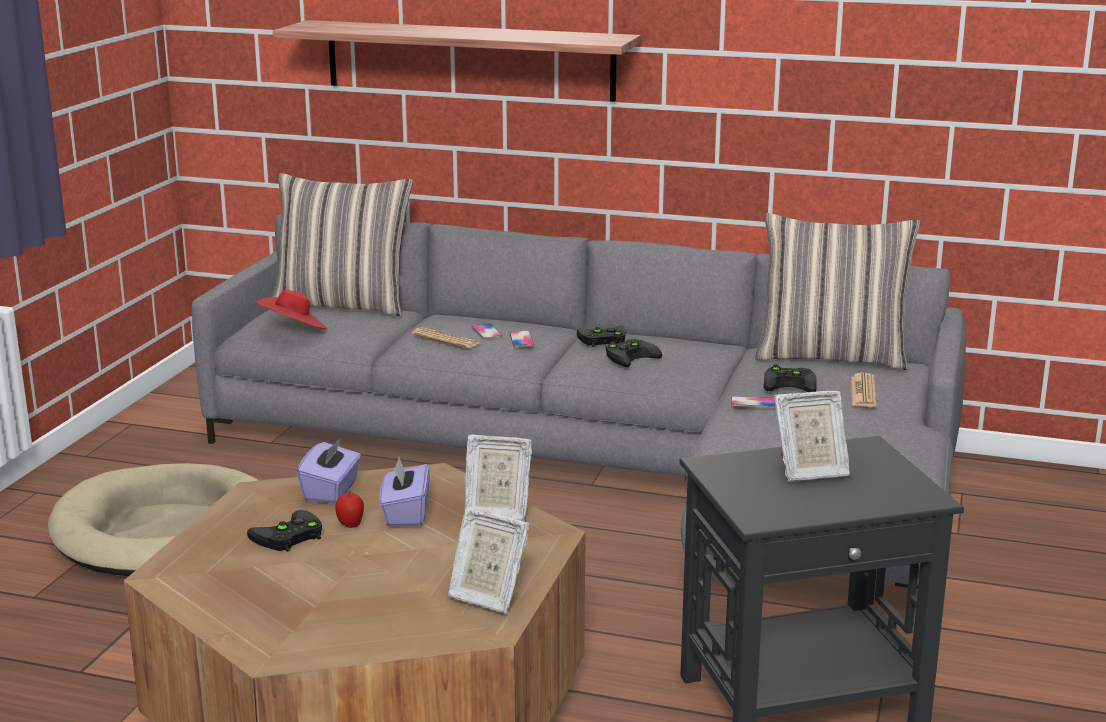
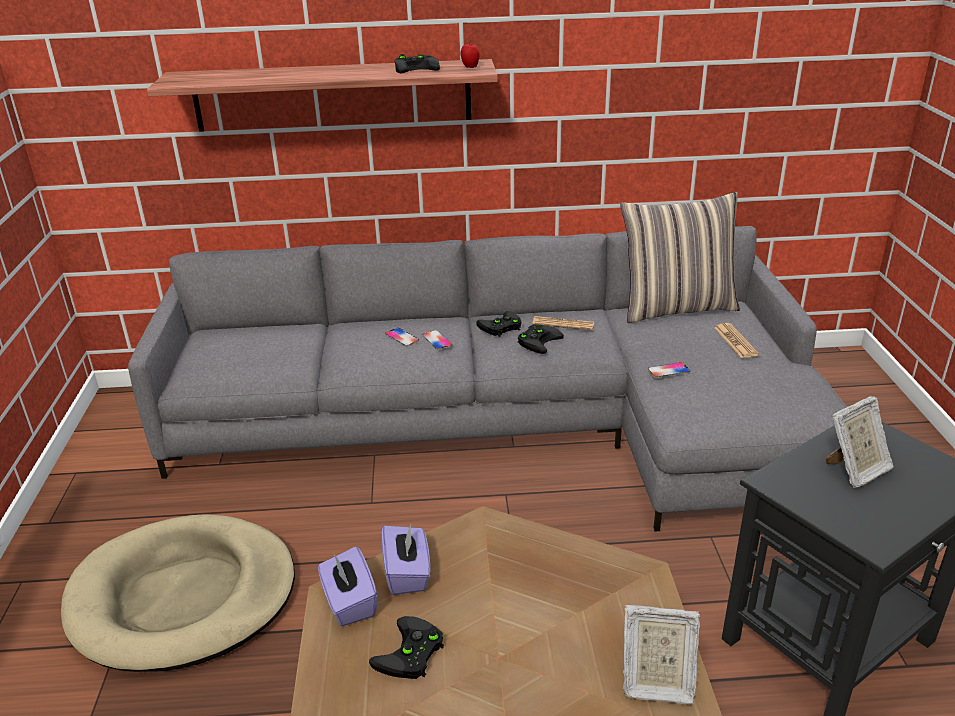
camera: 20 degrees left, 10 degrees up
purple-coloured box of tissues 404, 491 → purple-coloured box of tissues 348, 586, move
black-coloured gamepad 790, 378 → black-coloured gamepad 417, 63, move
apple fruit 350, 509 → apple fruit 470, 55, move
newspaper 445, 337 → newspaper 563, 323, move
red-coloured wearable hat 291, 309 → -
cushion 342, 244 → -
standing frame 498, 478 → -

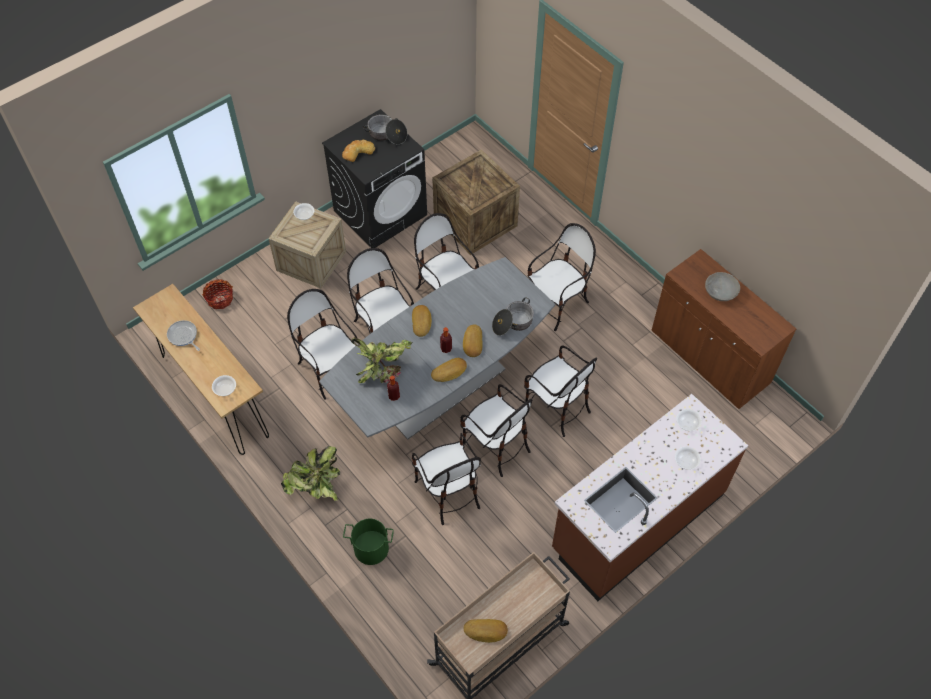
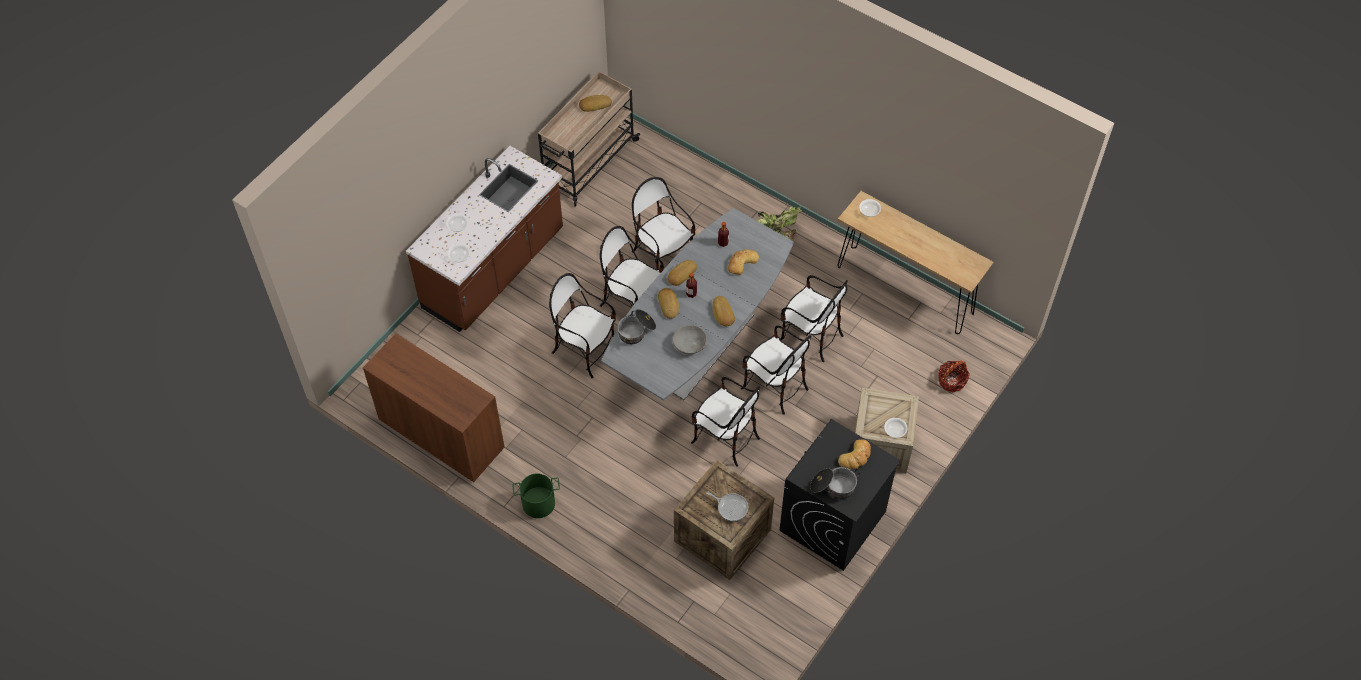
camera: 165 degrees right, 0 degrees up
green bucket 368, 542 → green bucket 536, 495, move
gray deep dish 722, 286 → gray deep dish 690, 340, move
frying pan 183, 335 → frying pan 727, 506, move
houseplant 382, 360 → baked bread 743, 262
upright chair 562, 277 → -

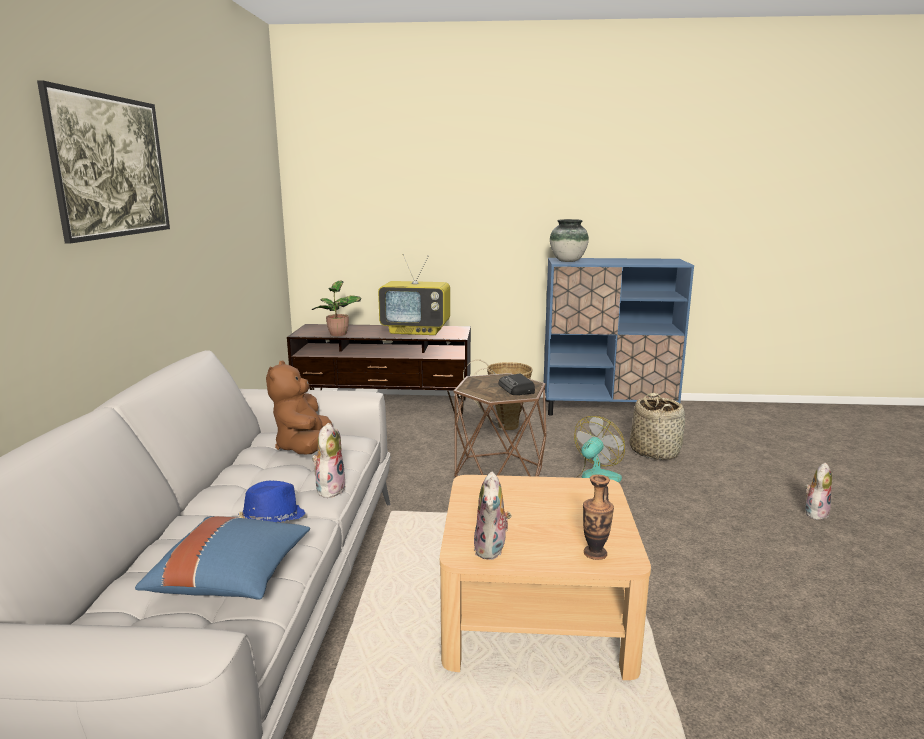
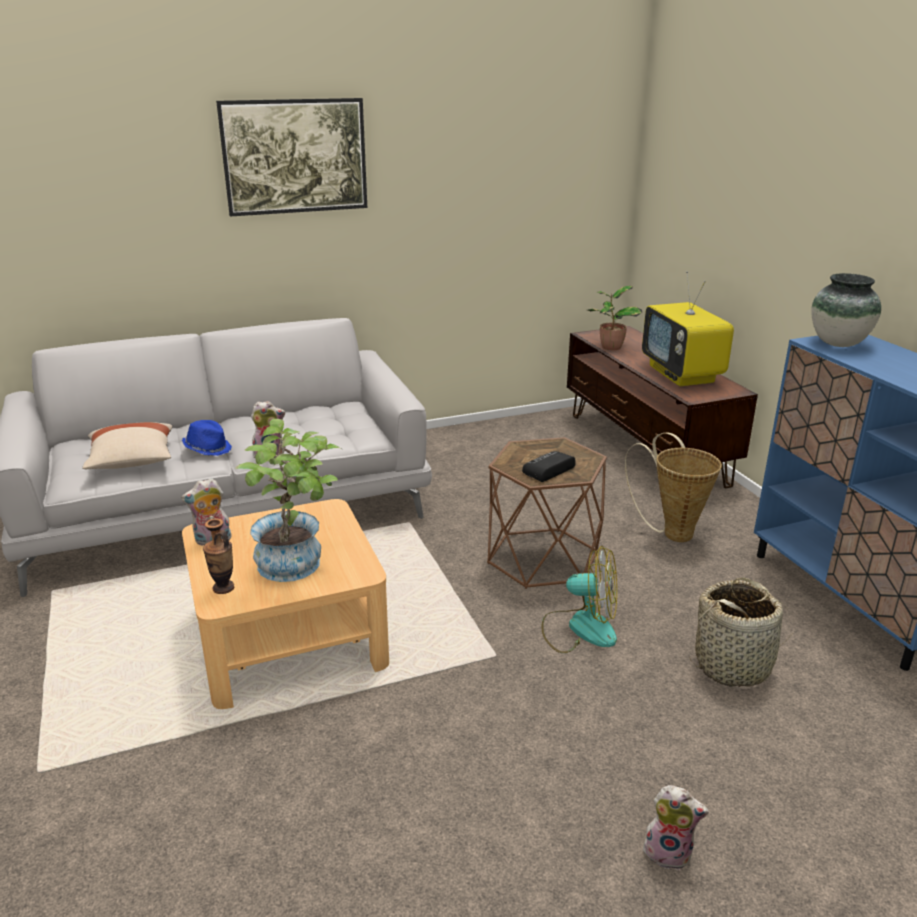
camera: 65 degrees right, 10 degrees up
blue-coloured cushion 222, 558 → beige-coloured cushion 127, 445
- → houseplant 288, 500
brown soft toy 299, 407 → -

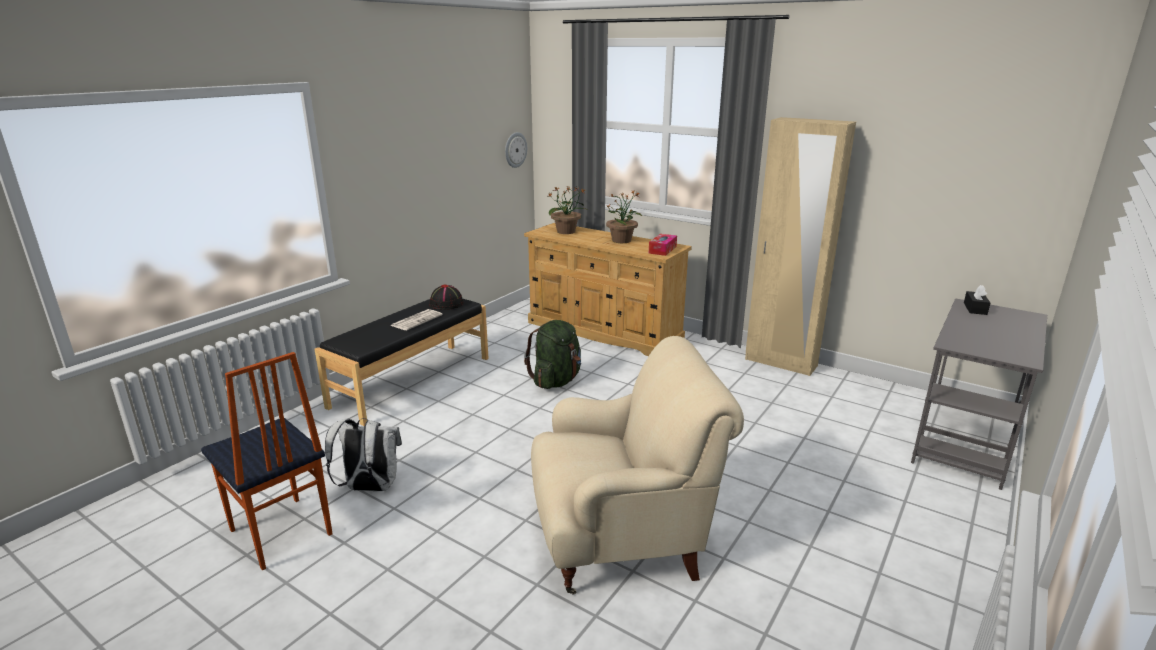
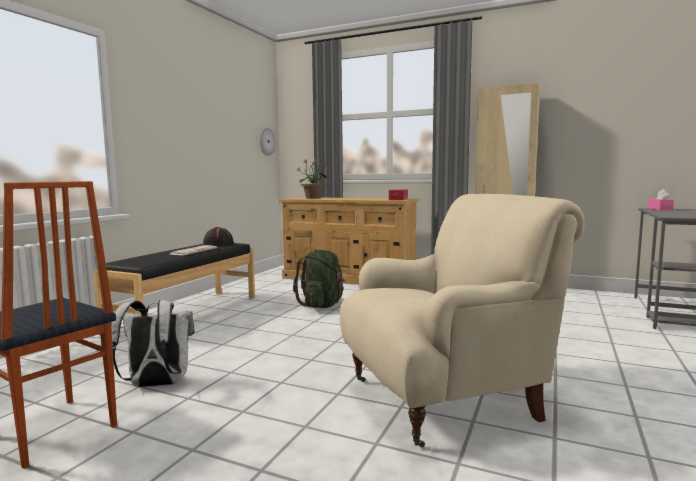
camera: 10 degrees left, 15 degrees down
black-coloured box of tissues 977, 300 → pink box of tissues 661, 199
houseplant 624, 216 → -

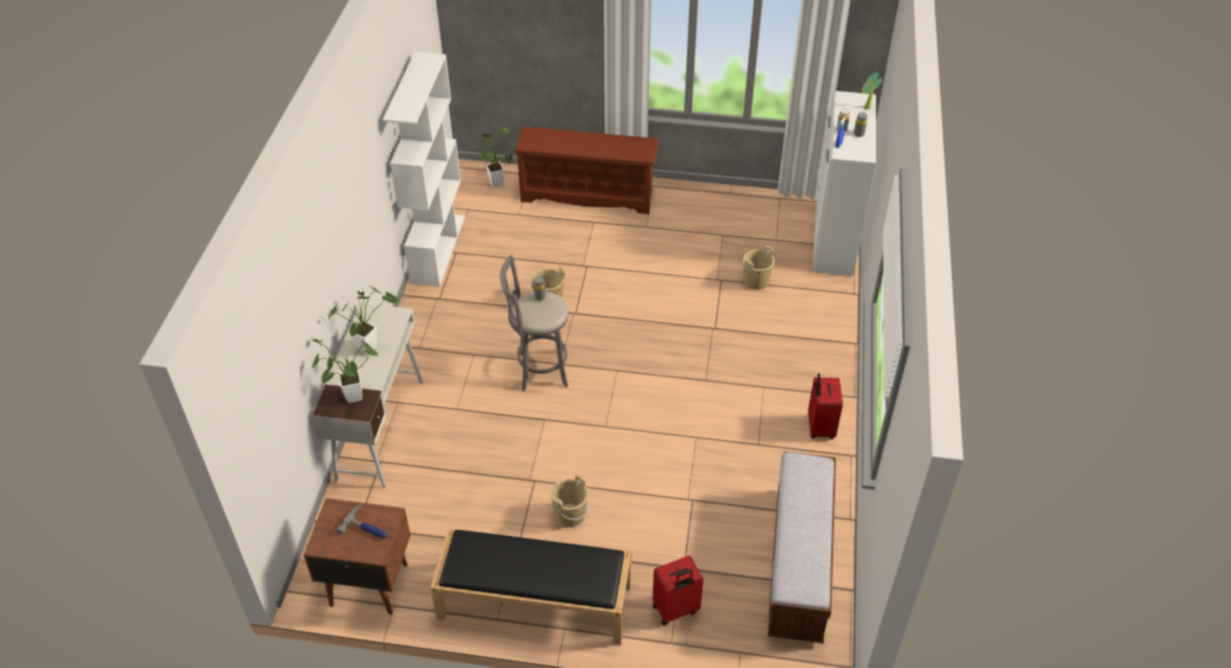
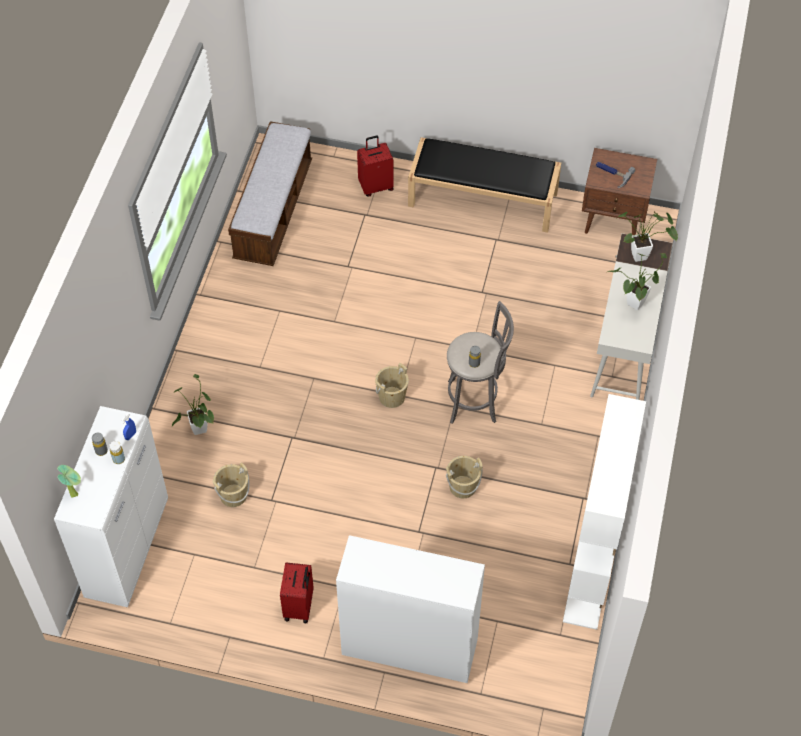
camera: 175 degrees left, 10 degrees up
houseplant 494, 157 → houseplant 193, 404, move
red-coloured suitcase 825, 406 → red-coloured suitcase 297, 592, move
brown shoe shelf 586, 170 → whitish cupboard 410, 609
beige-coloured bucket 569, 500 → beige-coloured bucket 392, 385, move

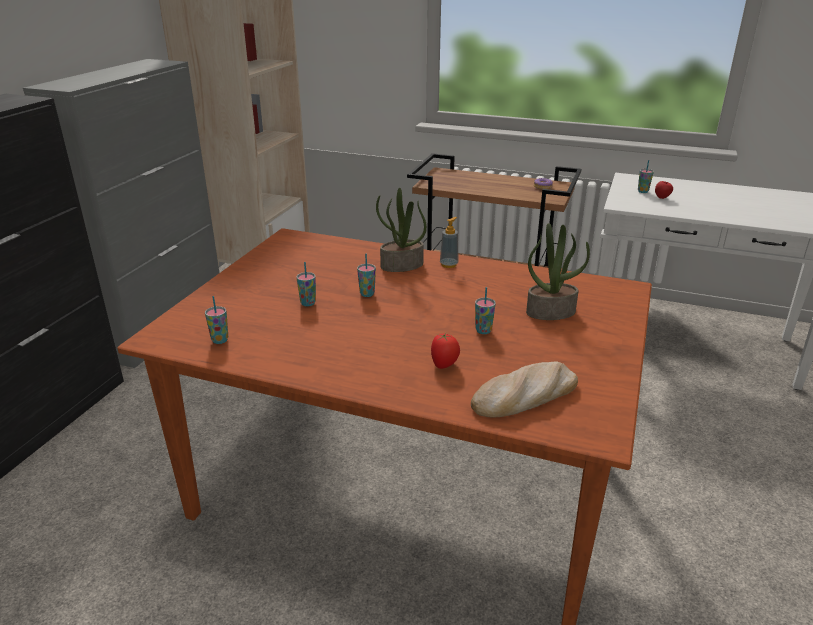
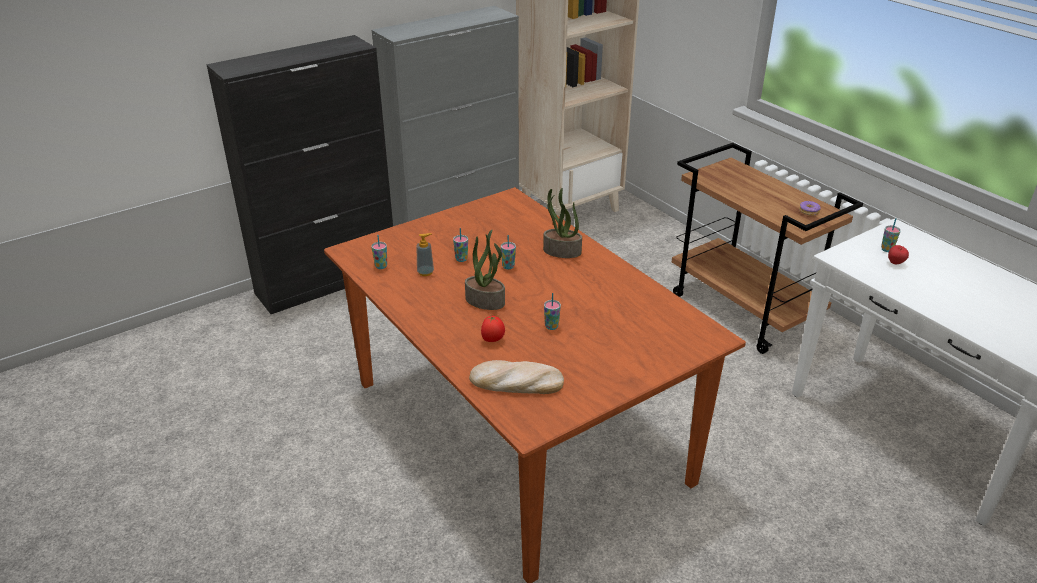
camera: 35 degrees right, 5 degrees up
soap dispenser 449, 242 → soap dispenser 425, 254, move
houseplant 558, 271 → houseplant 485, 270, move

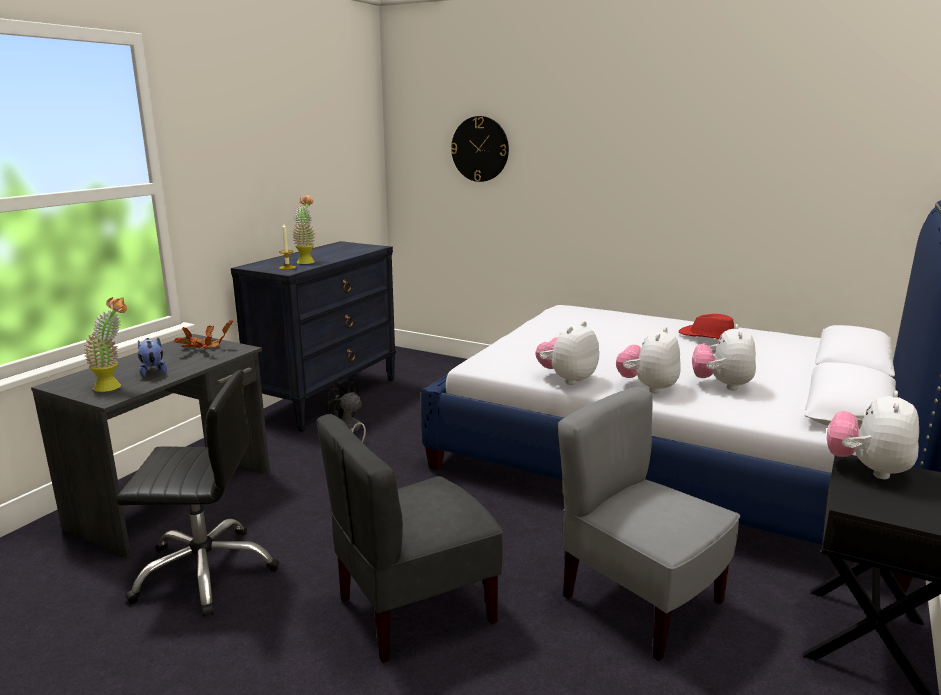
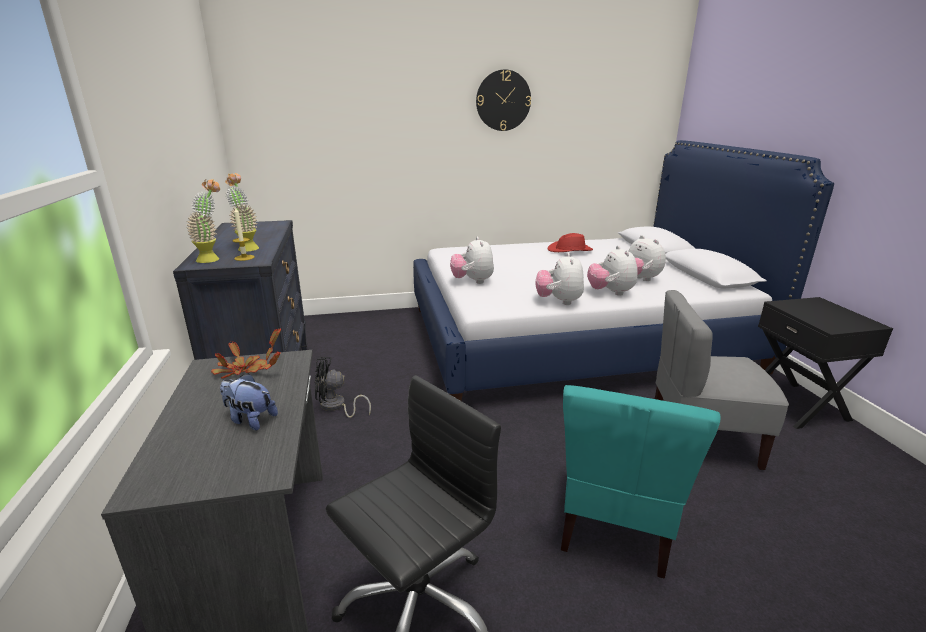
camera: 40 degrees left, 5 degrees up
houseplant 105, 344 → houseplant 203, 221, move
soft toy 873, 434 → soft toy 472, 260, move
hanging clock 480, 149 → hanging clock 503, 100, move
gray upright chair 409, 538 → blue-green upright chair 640, 482

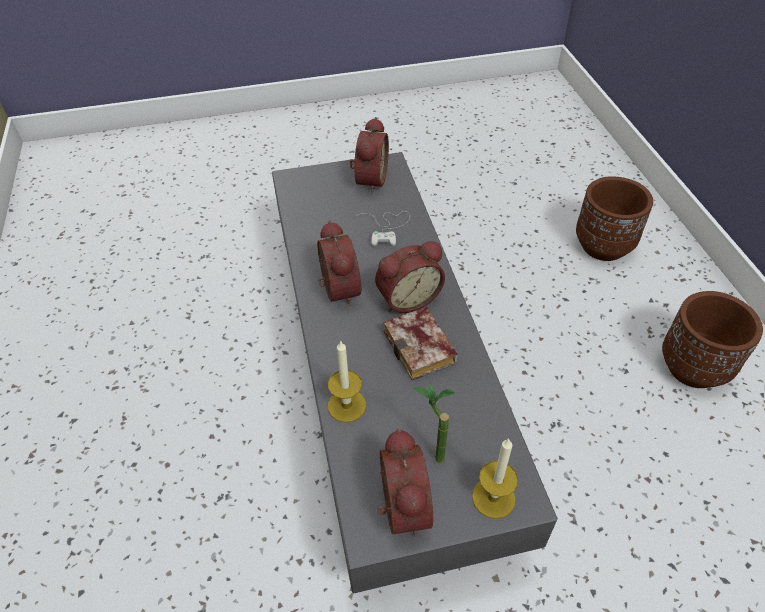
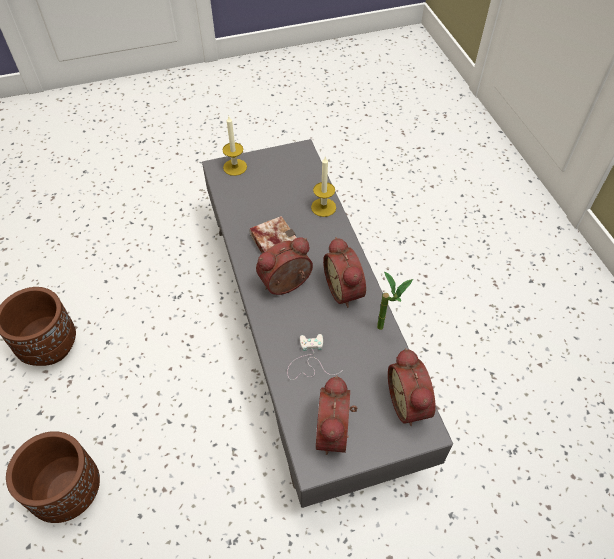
camera: 175 degrees right, 5 degrees up
houseplant 434, 423 → houseplant 395, 300, move
bedside clock 405, 482 → bedside clock 412, 387, move

